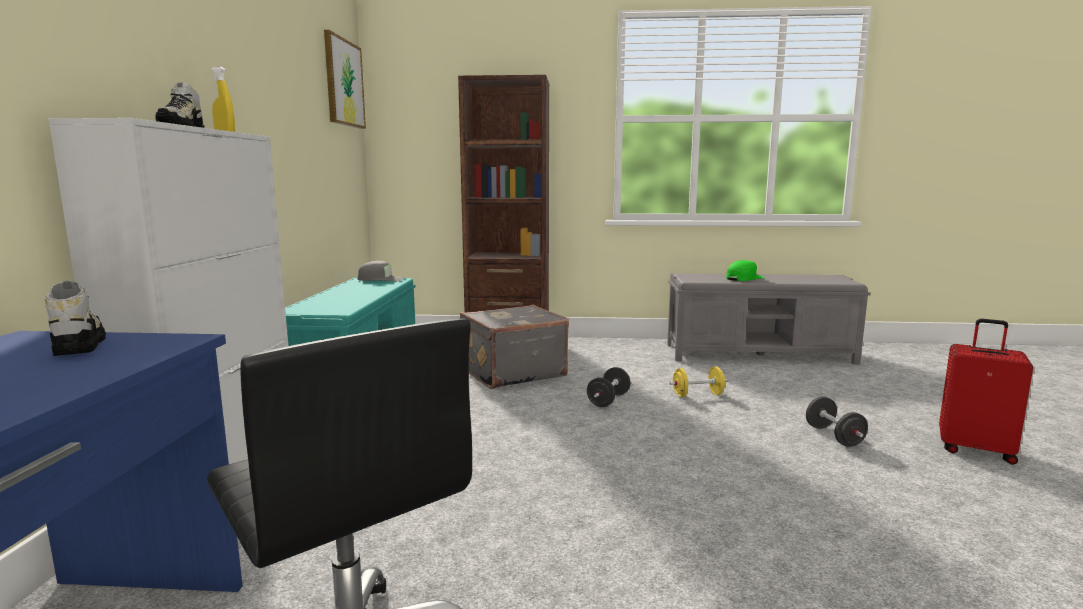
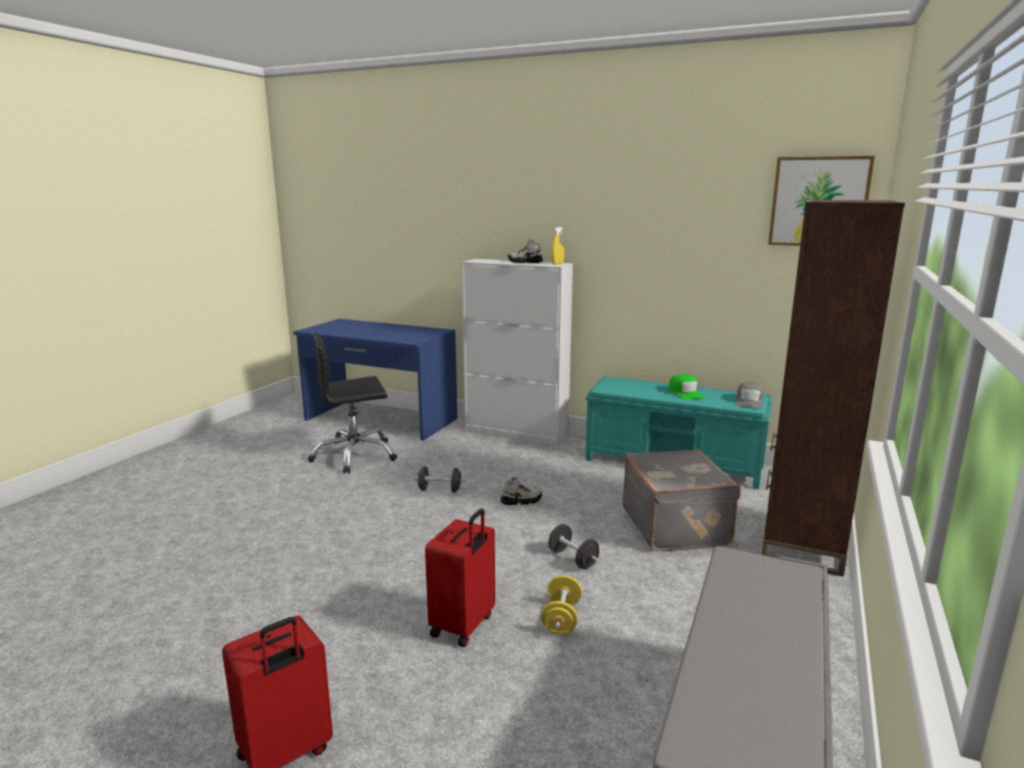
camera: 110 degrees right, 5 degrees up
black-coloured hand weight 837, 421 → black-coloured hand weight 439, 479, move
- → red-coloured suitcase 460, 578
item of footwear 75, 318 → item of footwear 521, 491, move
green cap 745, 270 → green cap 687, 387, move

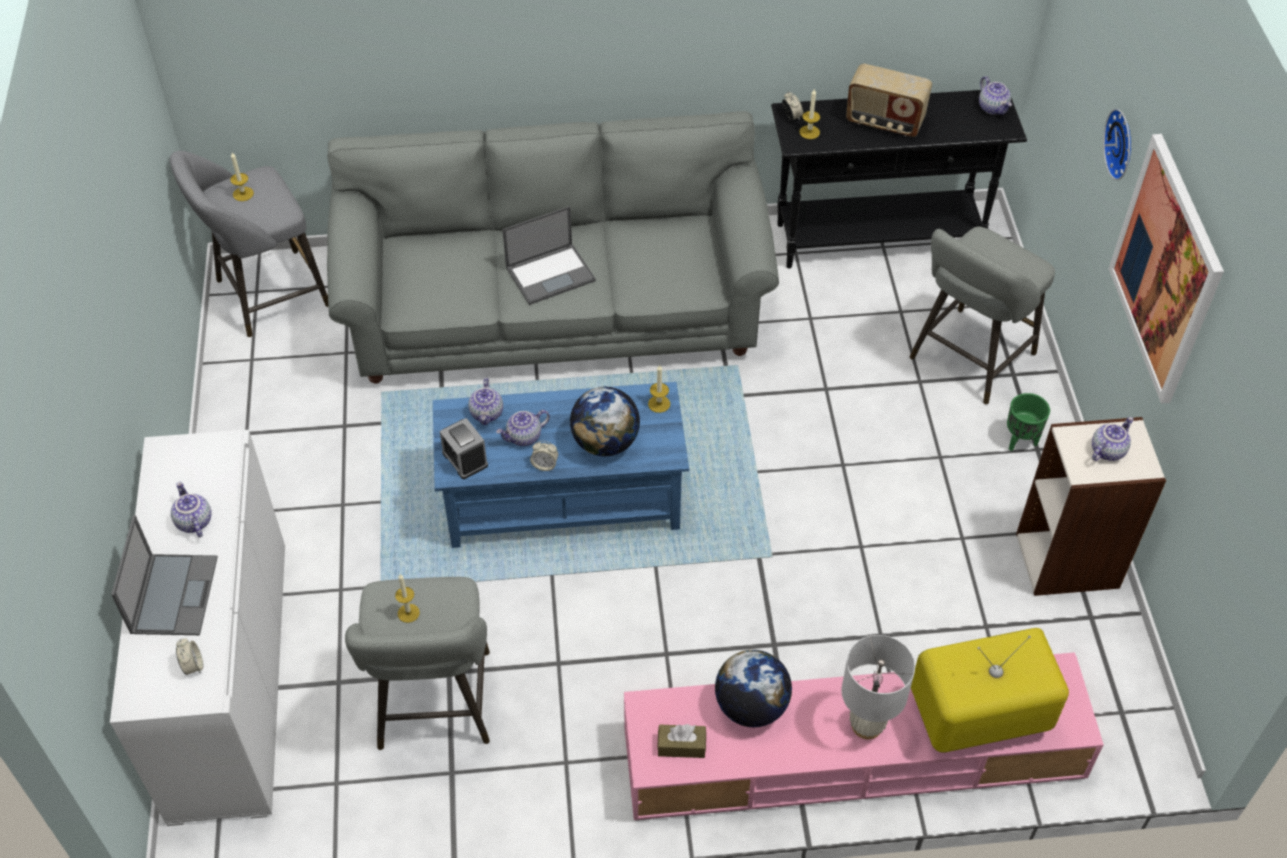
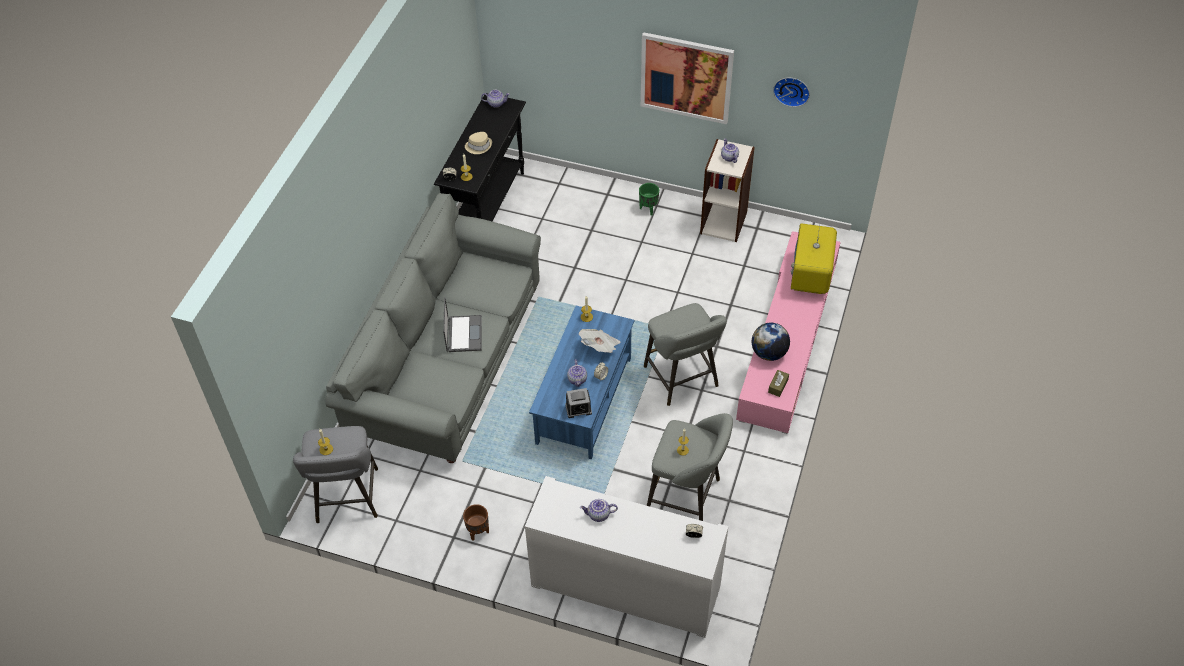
camera: 65 degrees left, 0 degrees up
- → brown flower pot 476, 522
radio 889, 100 → beige-coloured wearable hat 478, 143
globe 605, 421 → newspaper 599, 341
gray stool 982, 315 → gray stool 685, 354, move
hanging clock 1117, 144 → hanging clock 791, 92, move
notebook computer 164, 575 → -
pot for tea 485, 401 → -
whitish table lamp 878, 687 → -

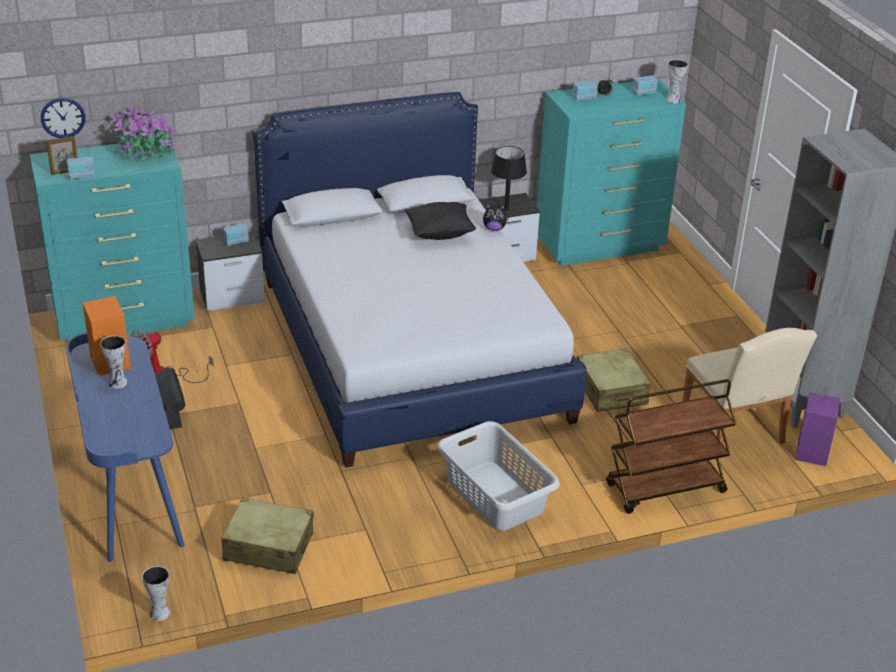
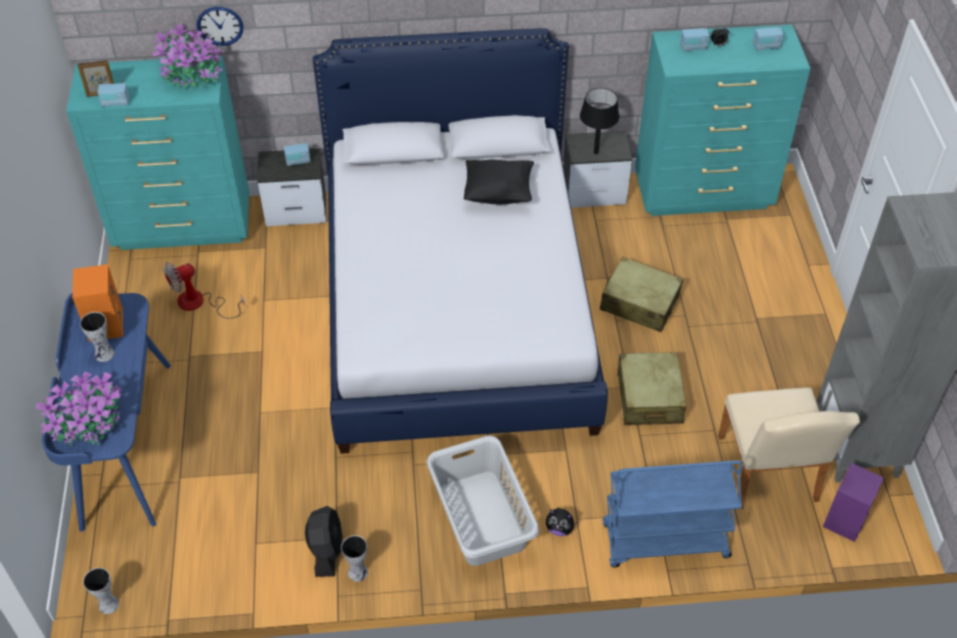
camera: 15 degrees right, 15 degrees up
- → houseplant 78, 408
hanging clock 63, 118 → hanging clock 220, 26, move
black-coloured fan 170, 398 → black-coloured fan 324, 541, move
decorative vase 677, 81 → decorative vase 354, 558, move
soft toy 496, 217 → soft toy 562, 522, move
beige-coloured suitcase 268, 535 → beige-coloured suitcase 641, 294, move
brown wheeled cart 671, 446 → blue-coloured wheeled cart 672, 513

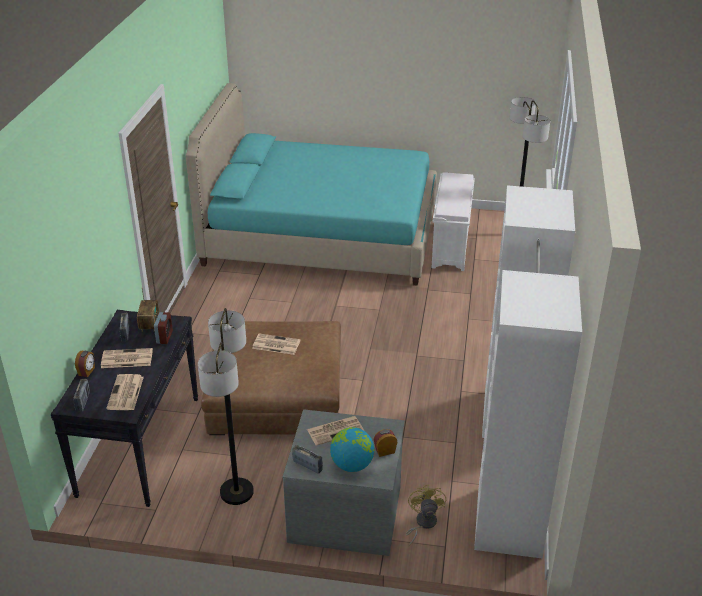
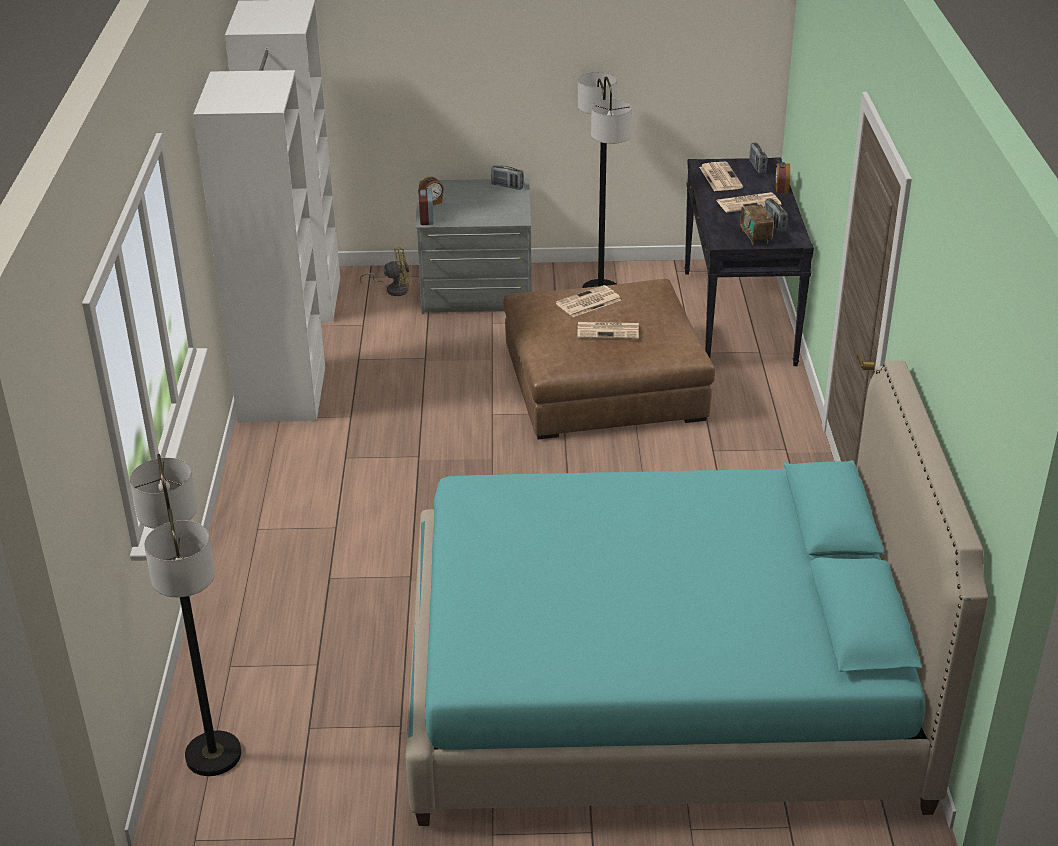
camera: 170 degrees right, 0 degrees up
yellow fan 426, 515 → yellow fan 385, 271, 90 degrees counterclockwise
bedside clock 163, 328 → bedside clock 426, 206, move
newspaper 335, 431 → newspaper 588, 301, move
globe 352, 449 → -
whitish indoor bench 453, 221 → -

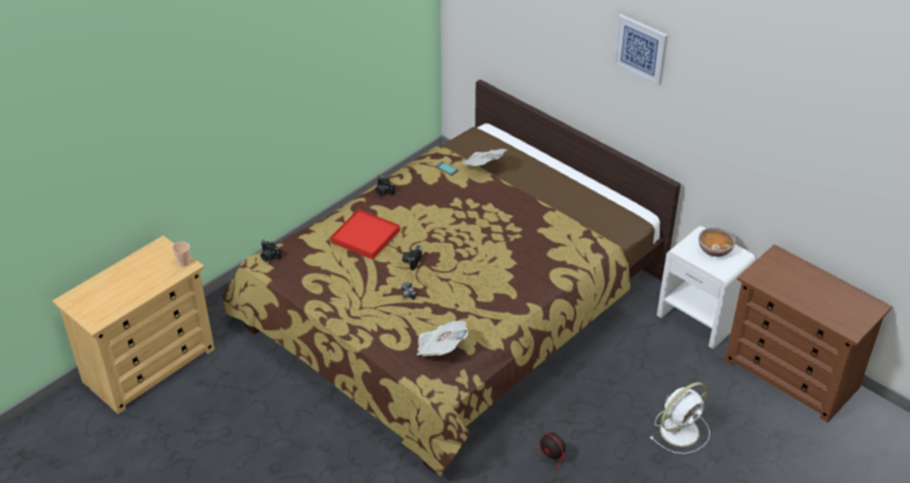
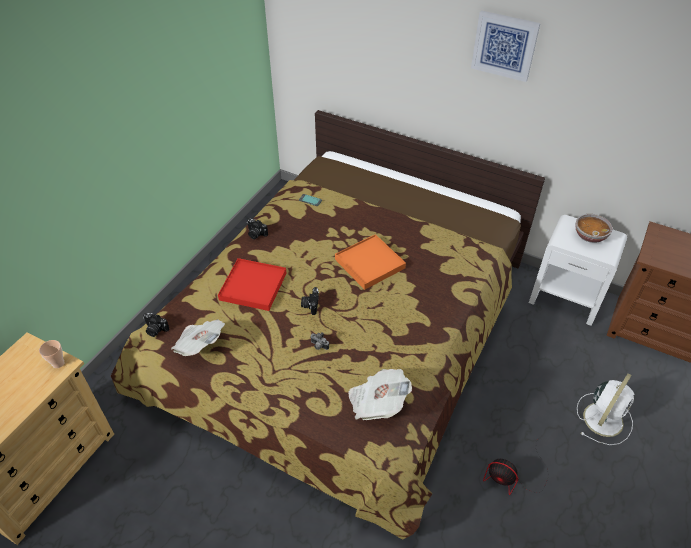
camera: 15 degrees left, 5 degrees up
newspaper 484, 157 → newspaper 198, 337, move
- → orange-coloured carrying tray 370, 262

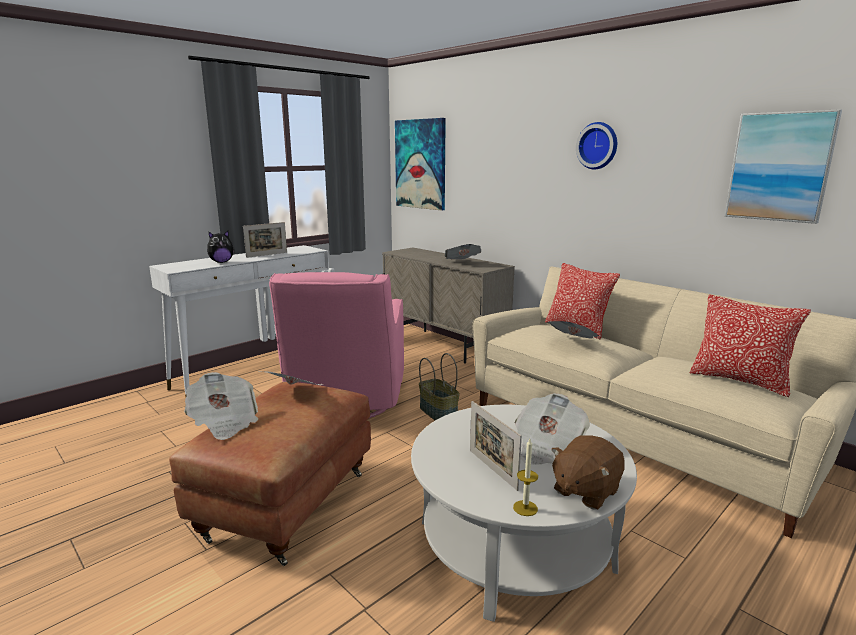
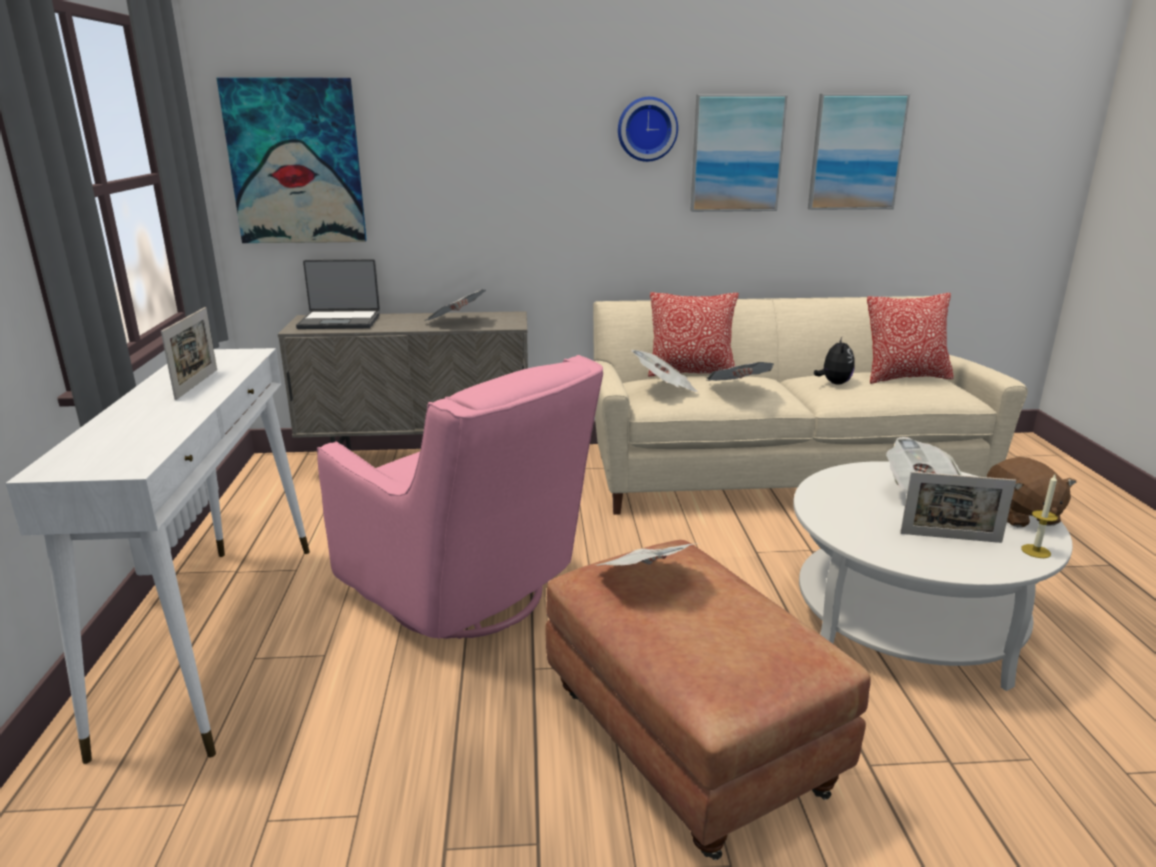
camera: 50 degrees left, 5 degrees up
- → notebook computer 338, 294
newspaper 221, 406 → newspaper 664, 371, move
- → wall art 739, 153
soft toy 220, 247 → soft toy 834, 361, move
basket 439, 386 → -

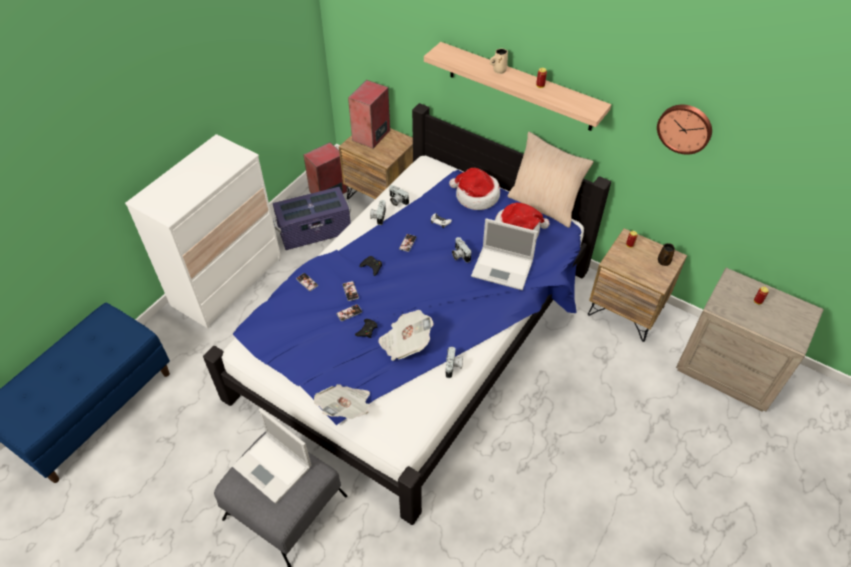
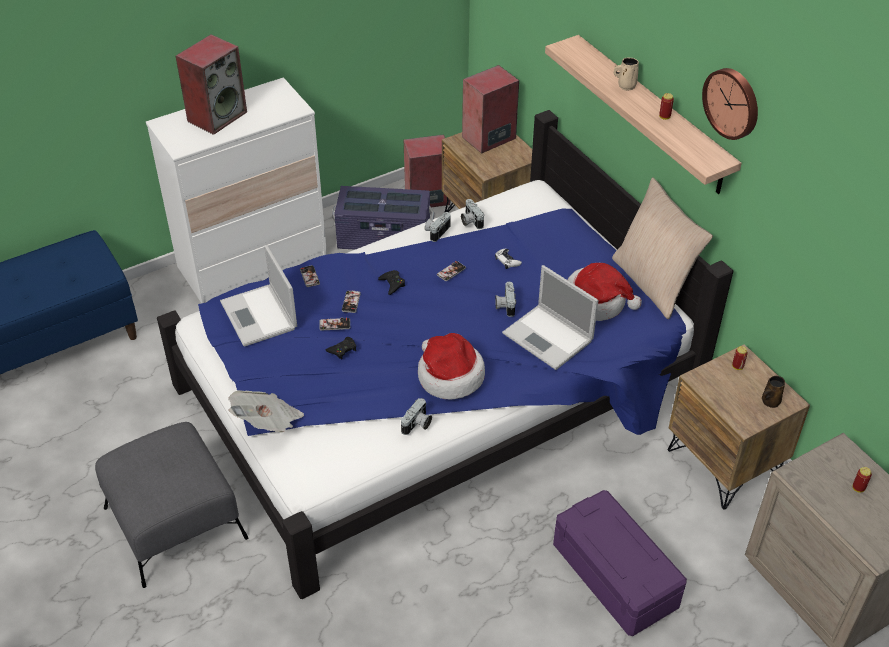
camera: 25 degrees right, 5 degrees down
- → loudspeaker 211, 84
notebook computer 271, 455 → notebook computer 258, 296, move
wearable hat 474, 189 → wearable hat 451, 366, move
- → purple-coloured storage container 620, 563
hanging clock 684, 130 → hanging clock 730, 104, move
newspaper 406, 335 → -

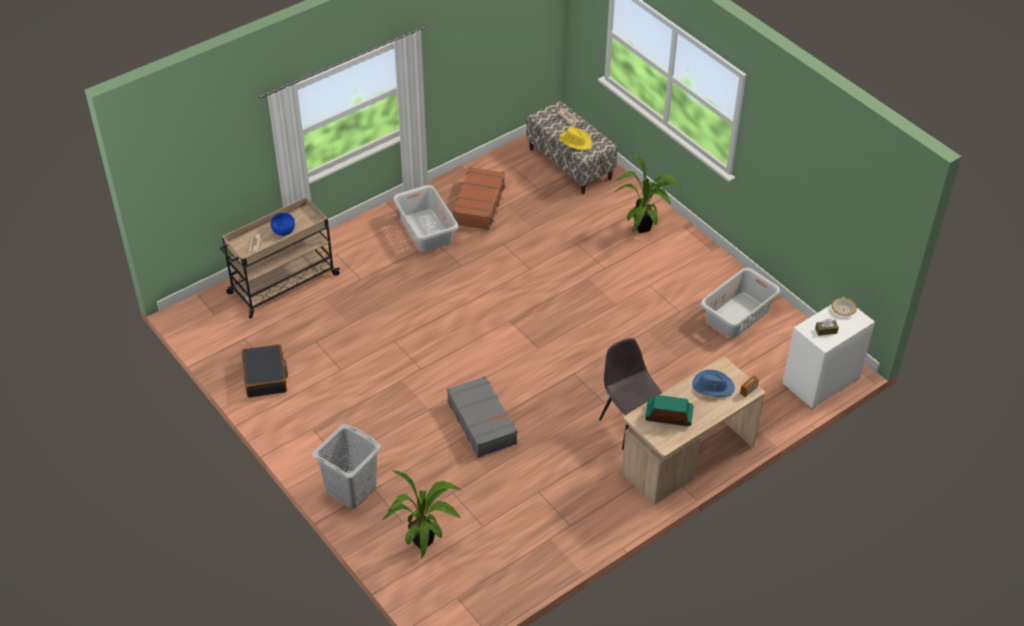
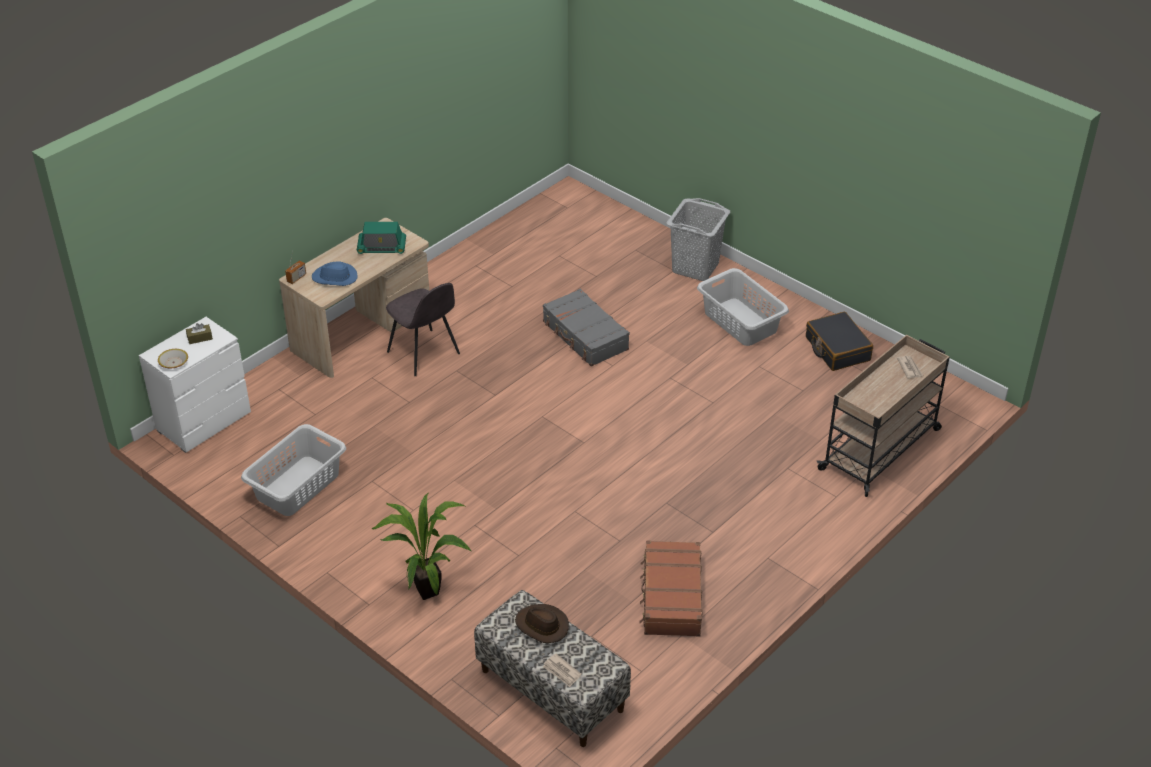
camera: 170 degrees right, 5 degrees down
yellow wearable hat 575, 138 → brown wearable hat 542, 623
gray washing basket 425, 218 → gray washing basket 743, 307, move
blue-coloured deep dish 283, 224 → -
houseplant 422, 514 → -

